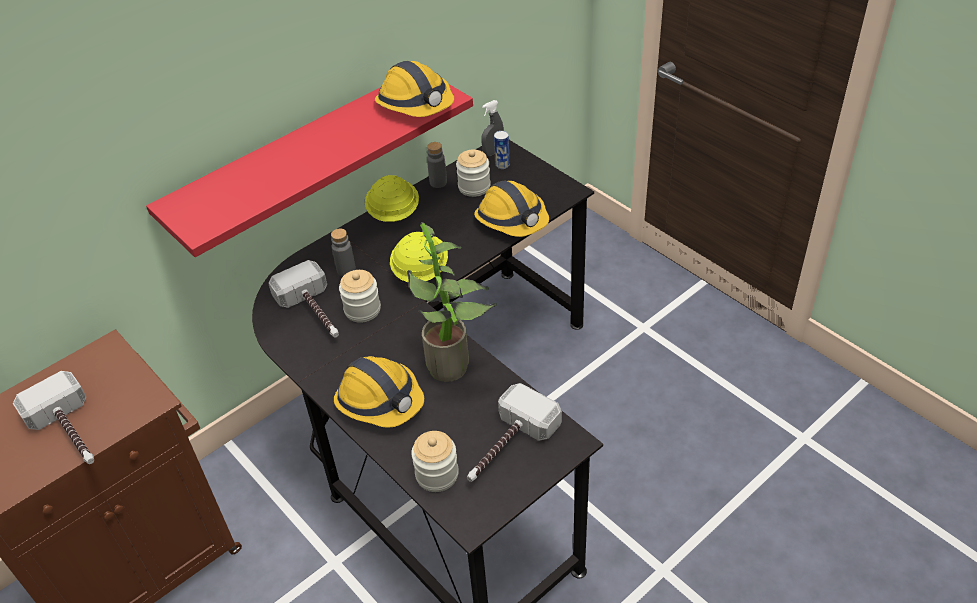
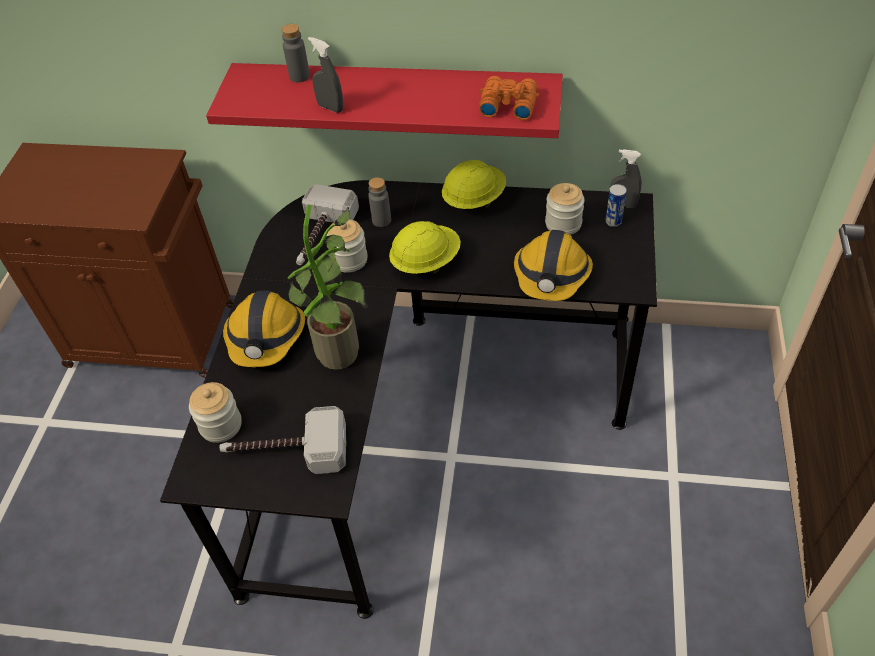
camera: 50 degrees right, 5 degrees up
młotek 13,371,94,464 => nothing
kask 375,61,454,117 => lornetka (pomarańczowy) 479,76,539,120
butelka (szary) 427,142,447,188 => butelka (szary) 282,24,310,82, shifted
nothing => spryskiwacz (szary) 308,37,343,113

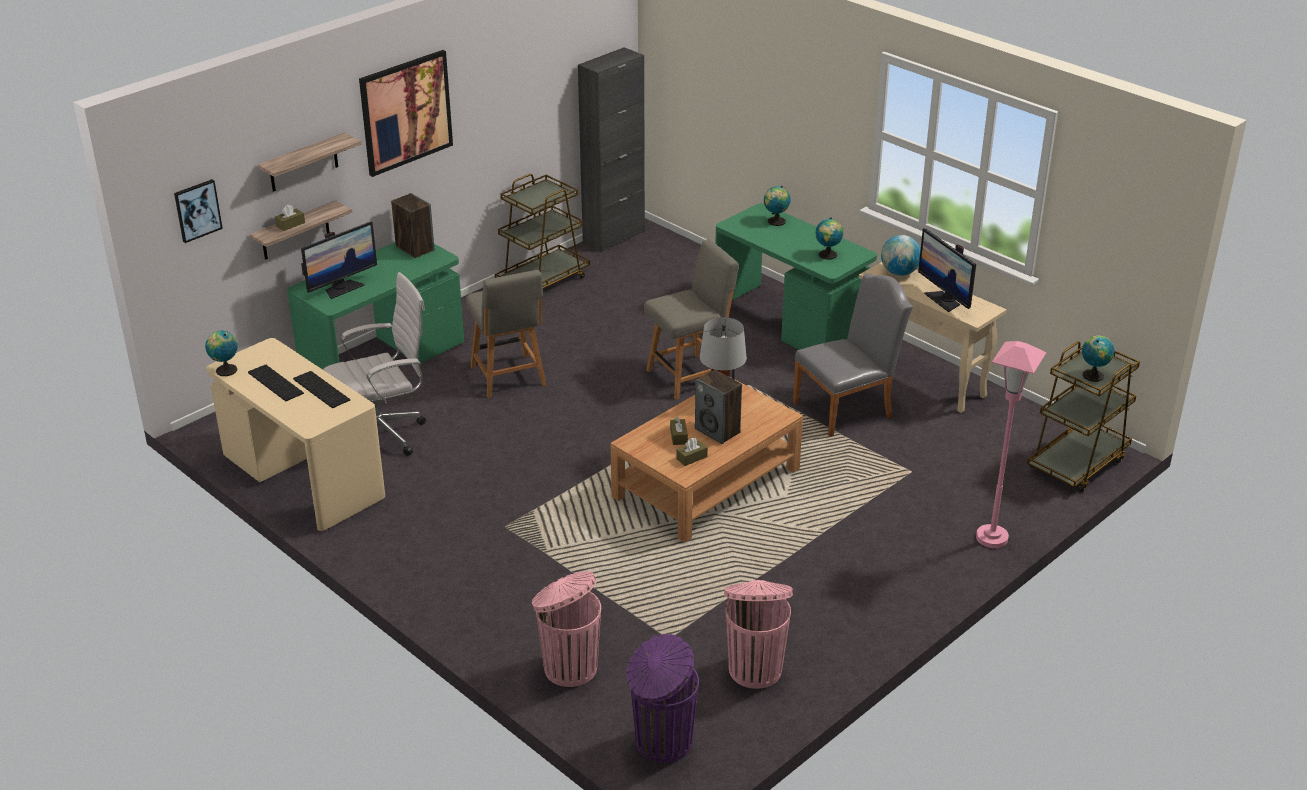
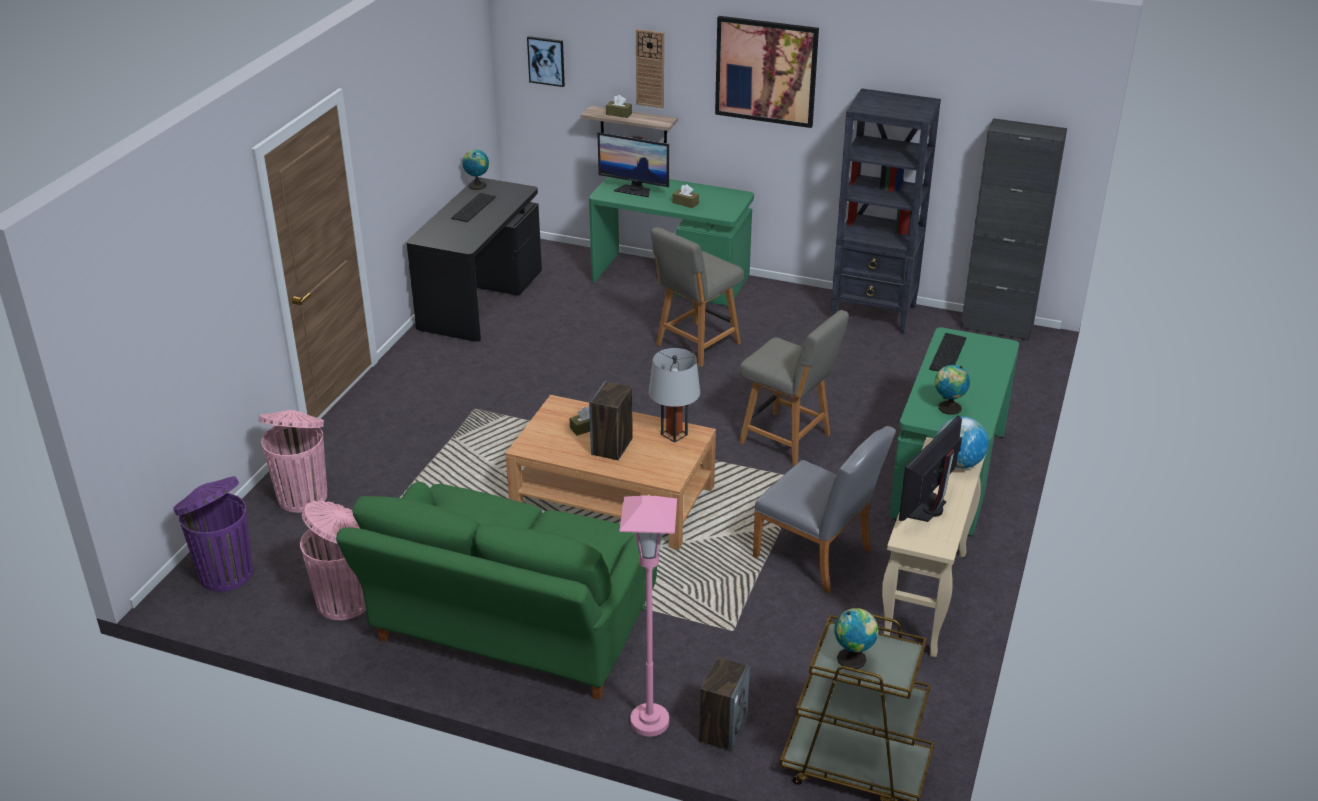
camera: 65 degrees right, 0 degrees up
biurko (beżowy) 206,338,385,531 => biurko (czarny) 406,178,542,342
półka 258,133,361,192 => zegar ścienny 636,29,664,108
klawiatura 293,371,350,408 => klawiatura 929,333,966,372, shifted
krzesło biurowe (biały) 323,272,426,456 => nothing
głośnik 391,193,435,258 => głośnik 699,657,750,752, shifted
wózek (brązowy) 495,174,590,291 => regał (czarny) 832,88,941,334
pudełko chusteczek (brązowy) 676,438,708,466 => pudełko chusteczek (brązowy) 672,184,699,208, shifted
globus 764,186,791,226 => nothing
nothing => kanapa (zielony) 336,482,657,700

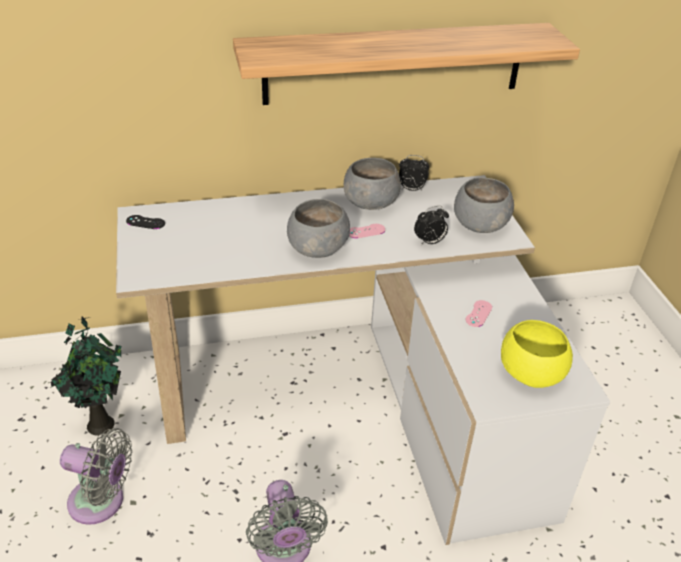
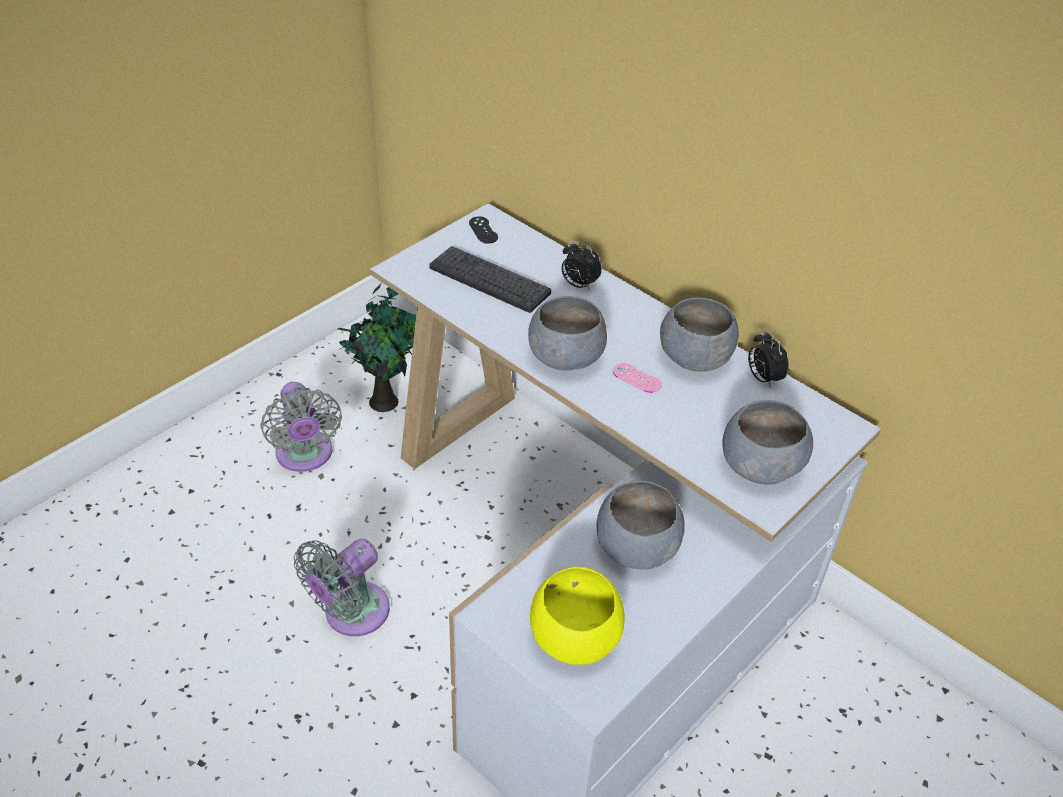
camera: 55 degrees right, 5 degrees up
półka 233,23,580,105 => nothing
budzik 414,206,449,245 => budzik 561,241,602,291, shifted
pad do gier (różowy) 466,300,492,327 => miska (szary) 597,481,685,570
nothing => klawiatura 429,246,551,313

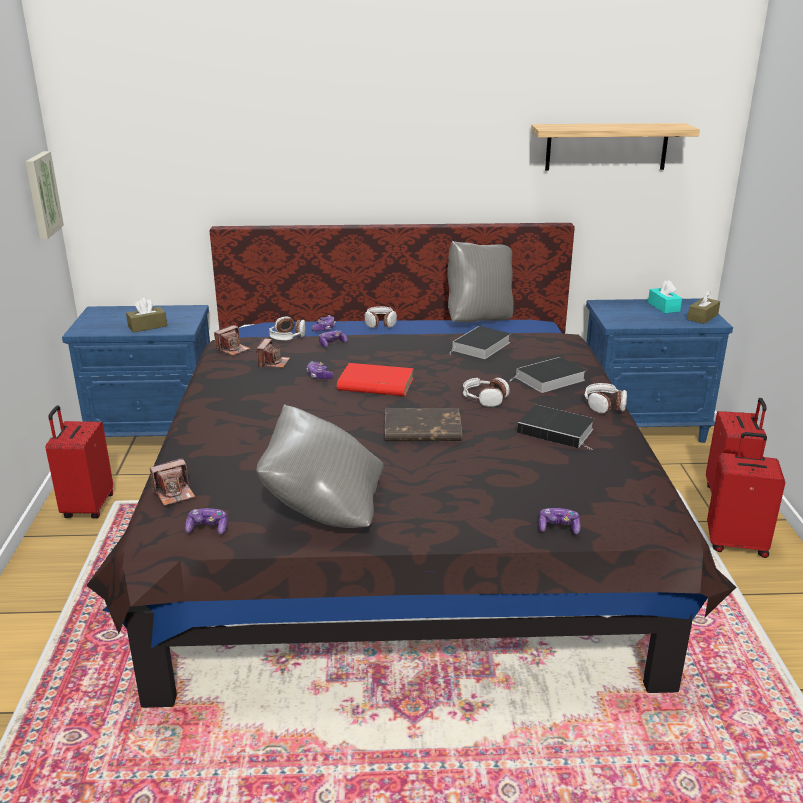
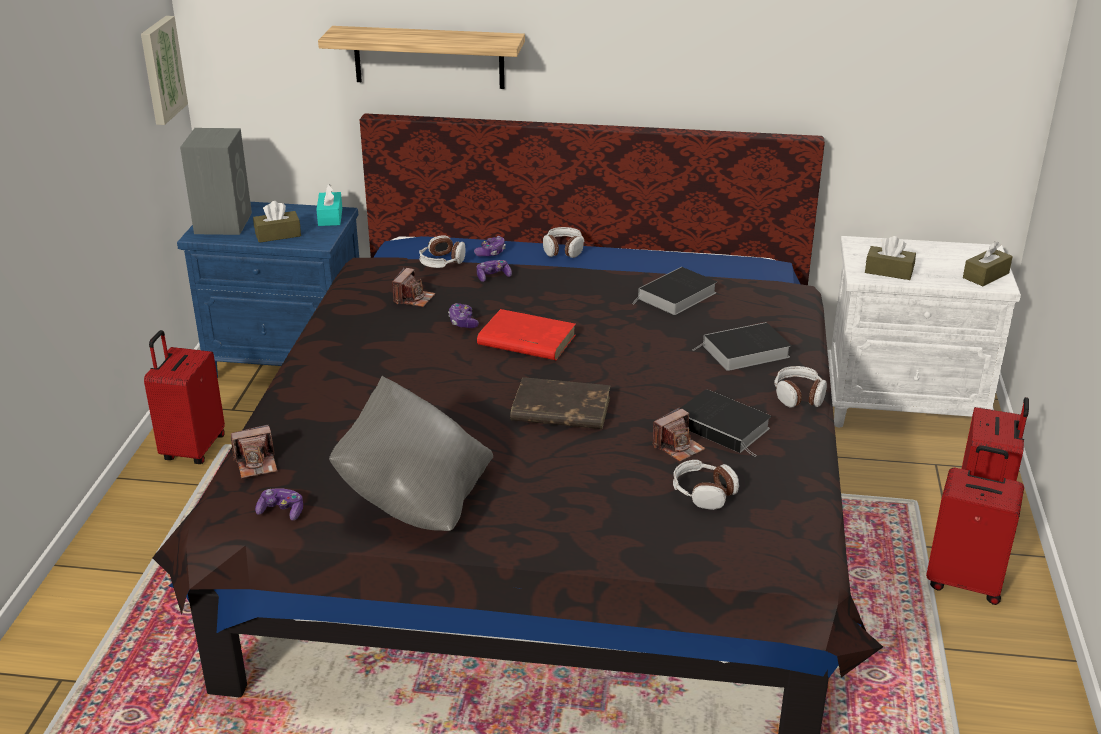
camera: 10 degrees right, 5 degrees up
aparat fotograficzny 214,325,251,356 => aparat fotograficzny 653,408,706,462, shifted
poduszka (szary) 447,241,514,322 => nothing
słuchawki 463,378,510,407 => słuchawki 673,460,739,510, shifted
półka 531,123,700,171 => półka 318,26,525,89, shifted
pad do gier 539,508,580,534 => nothing
szafka nocna (niebieski) 586,298,733,443 => szafka nocna (biały) 827,236,1021,427
pudełko chusteczek (turkusowy) 648,280,682,313 => pudełko chusteczek (turkusowy) 316,184,342,226, shifted
nothing => głośnik (szary) 180,128,252,235
nothing => pudełko chusteczek (brązowy) 865,236,916,280

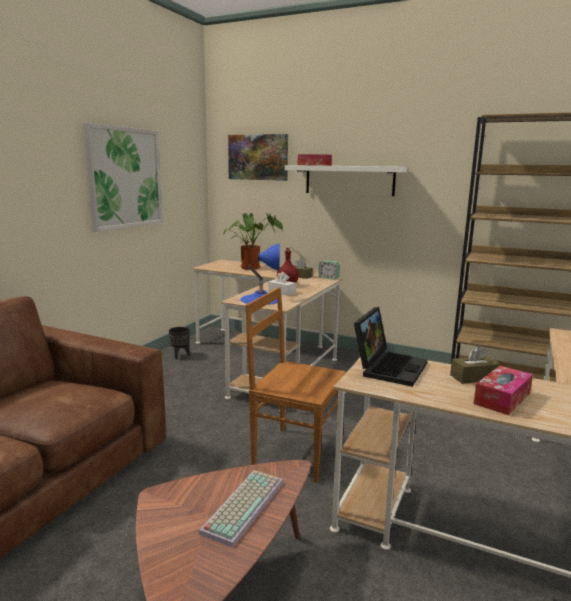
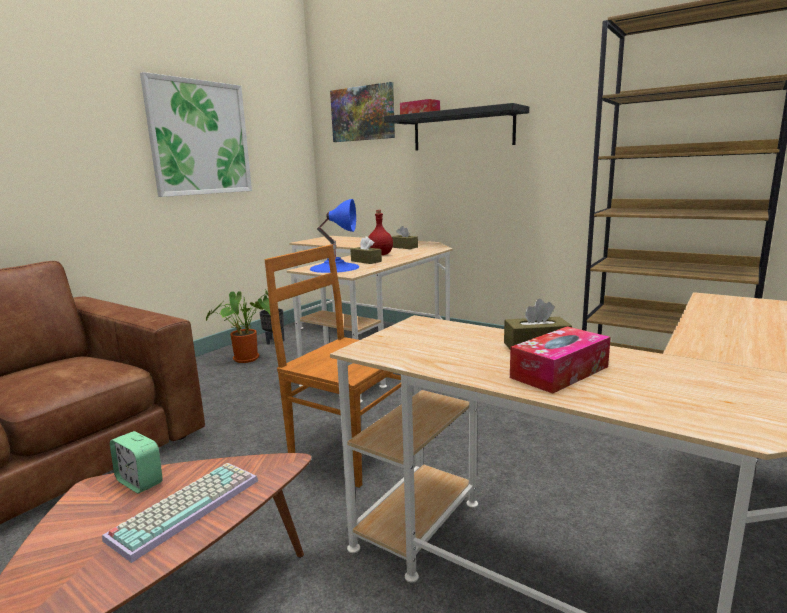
camera: 10 degrees right, 0 degrees up
roślina doniczkowa 222,213,283,270 => roślina doniczkowa 206,289,270,363, shifted
pudełko chusteczek (biały) 268,272,295,295 => pudełko chusteczek (brązowy) 350,236,382,264
półka (biały) 285,165,407,196 => półka (czarny) 384,103,529,151
budzik 319,260,339,280 => budzik 110,431,163,494, shifted
laptop 354,307,428,387 => nothing

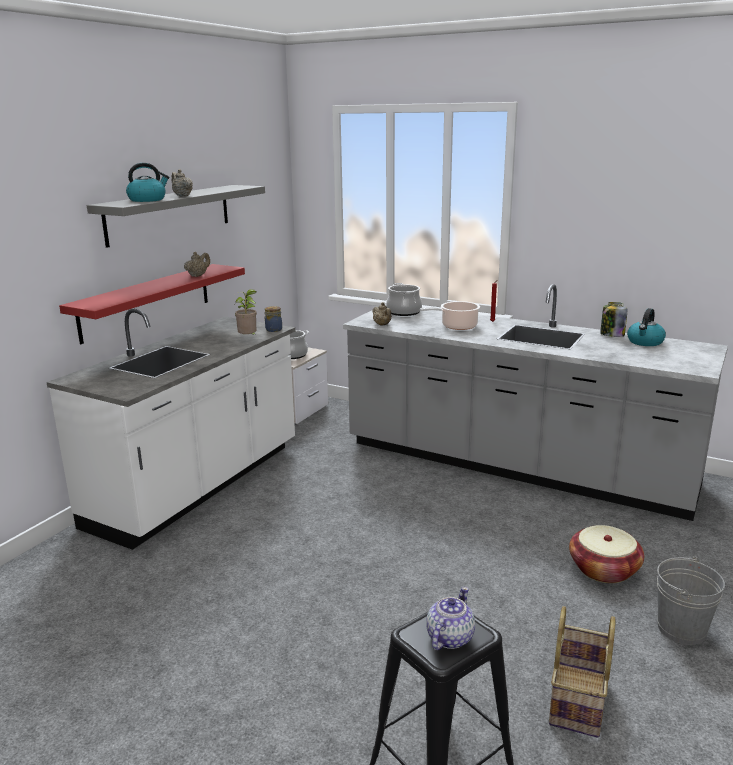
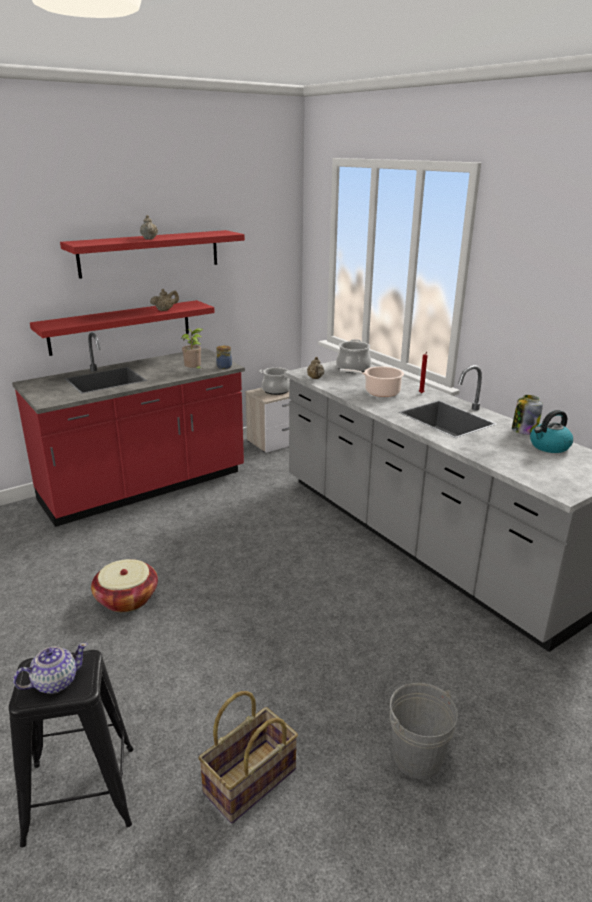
camera: 25 degrees right, 5 degrees up
zabudowa kuchenna (biały) 47,309,295,550 => zabudowa kuchenna (czerwony) 12,332,245,527
półka (szary) 87,185,265,248 => półka (czerwony) 60,230,245,279
czajnik 126,163,169,202 => nothing
koszyk 569,525,644,583 => koszyk 91,559,158,612, shifted

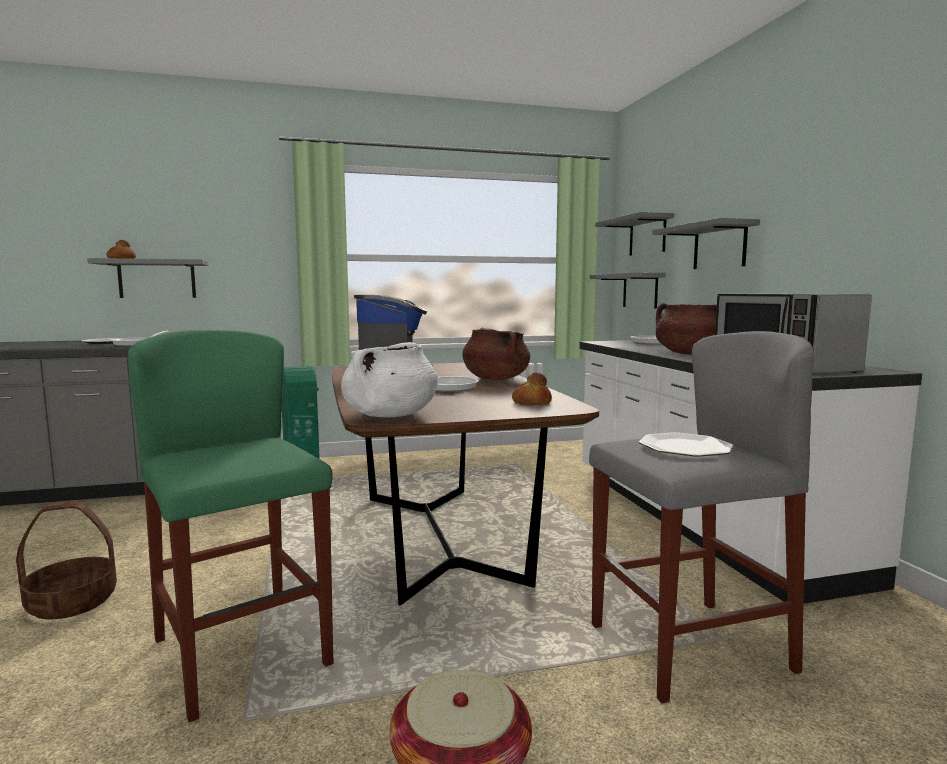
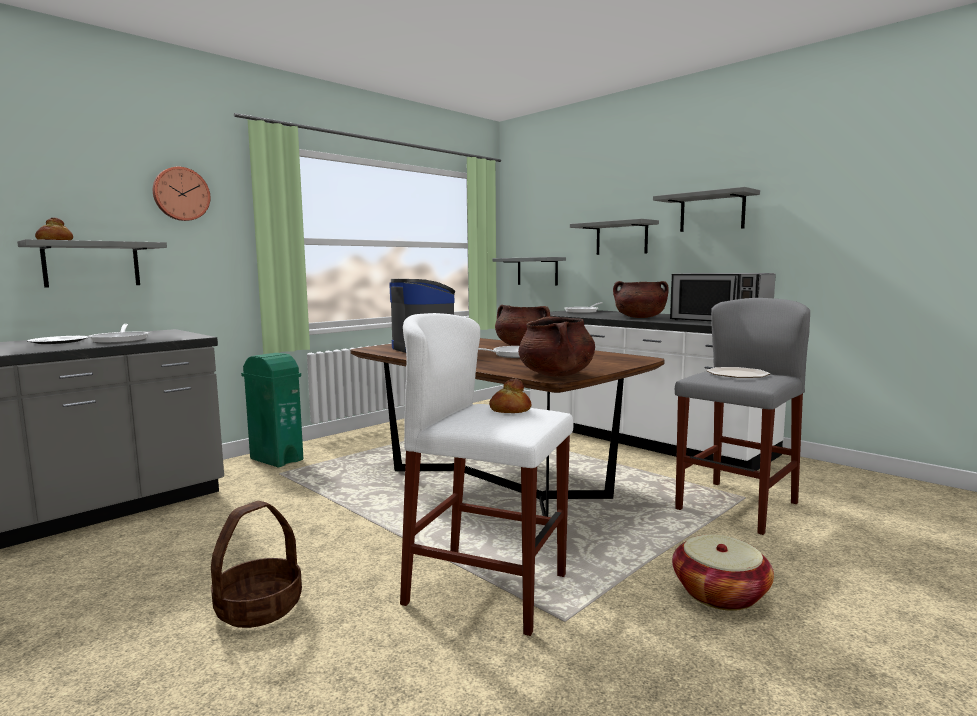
camera: 30 degrees left, 0 degrees up
stołek (zielony) 128,330,334,723 => stołek (biały) 400,313,573,636
garnek (biały) 341,342,438,417 => garnek (brązowy) 518,316,595,376
chleb 512,372,552,405 => chleb 489,379,532,413, shifted
półka (szary) 595,212,674,256 => półka (szary) 653,187,760,232, shifted
nothing => zegar ścienny 153,167,210,221

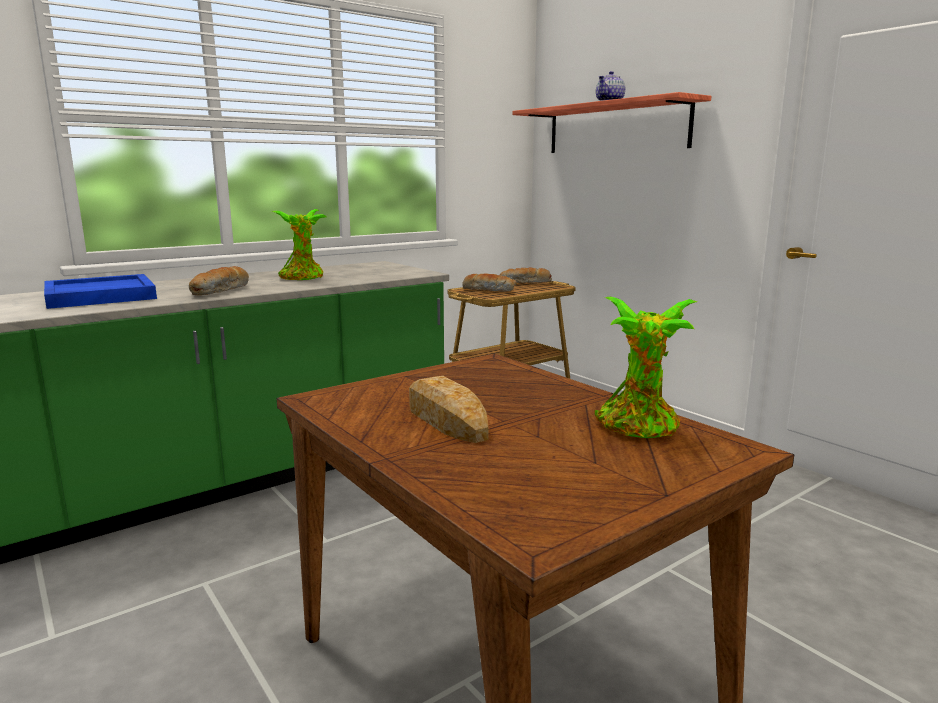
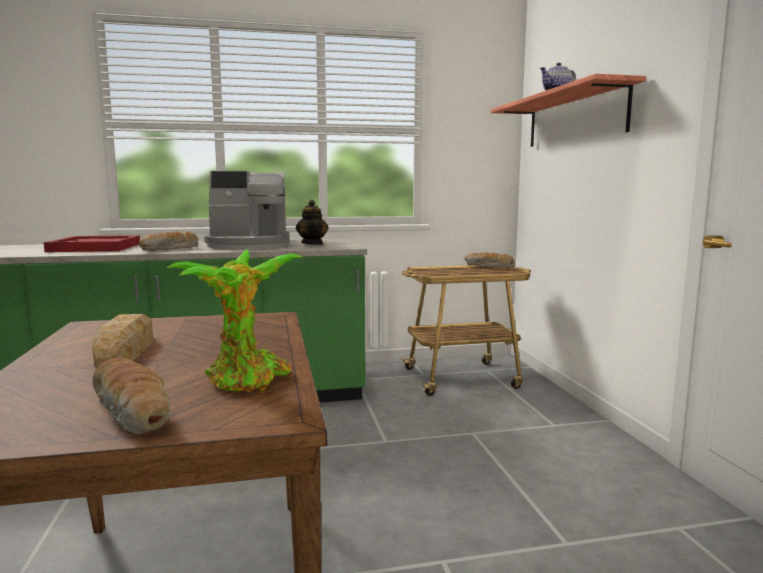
camera: 25 degrees right, 5 degrees down
taca (niebieski) 44,274,157,309 => taca (czerwony) 44,235,140,252
roślina doniczkowa 272,209,327,280 => ekspres do kawy 204,171,290,250
chleb 462,273,517,292 => chleb 92,357,170,434, shifted
nothing => imbryk 296,200,328,245

